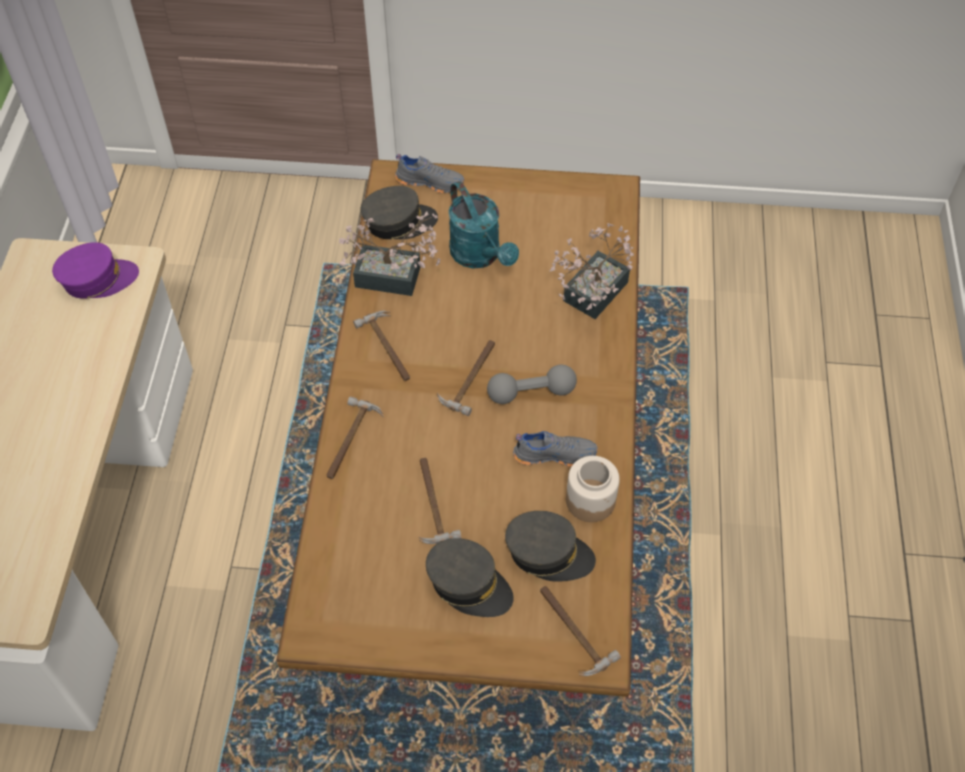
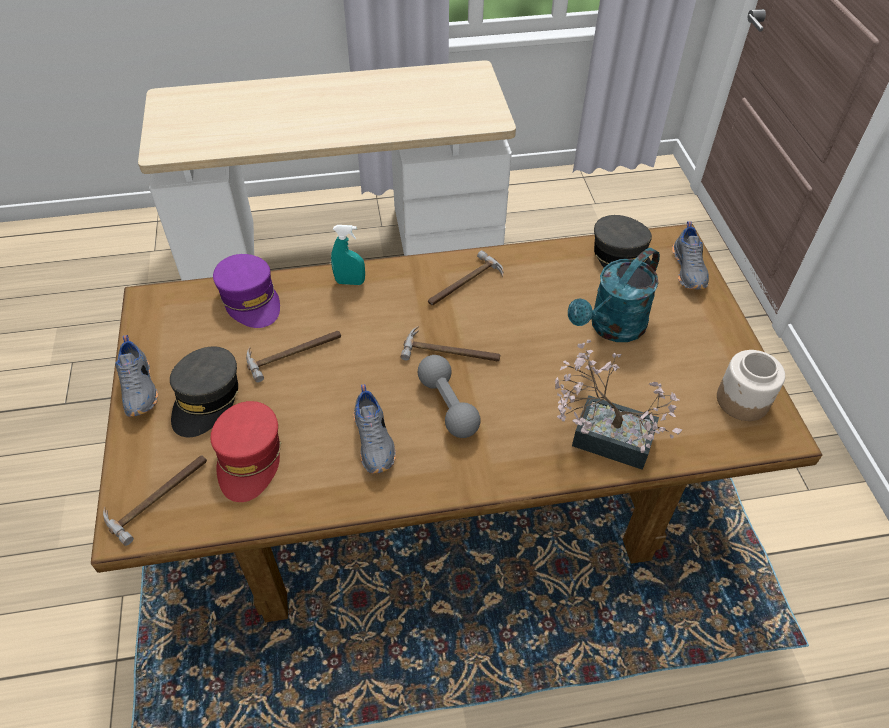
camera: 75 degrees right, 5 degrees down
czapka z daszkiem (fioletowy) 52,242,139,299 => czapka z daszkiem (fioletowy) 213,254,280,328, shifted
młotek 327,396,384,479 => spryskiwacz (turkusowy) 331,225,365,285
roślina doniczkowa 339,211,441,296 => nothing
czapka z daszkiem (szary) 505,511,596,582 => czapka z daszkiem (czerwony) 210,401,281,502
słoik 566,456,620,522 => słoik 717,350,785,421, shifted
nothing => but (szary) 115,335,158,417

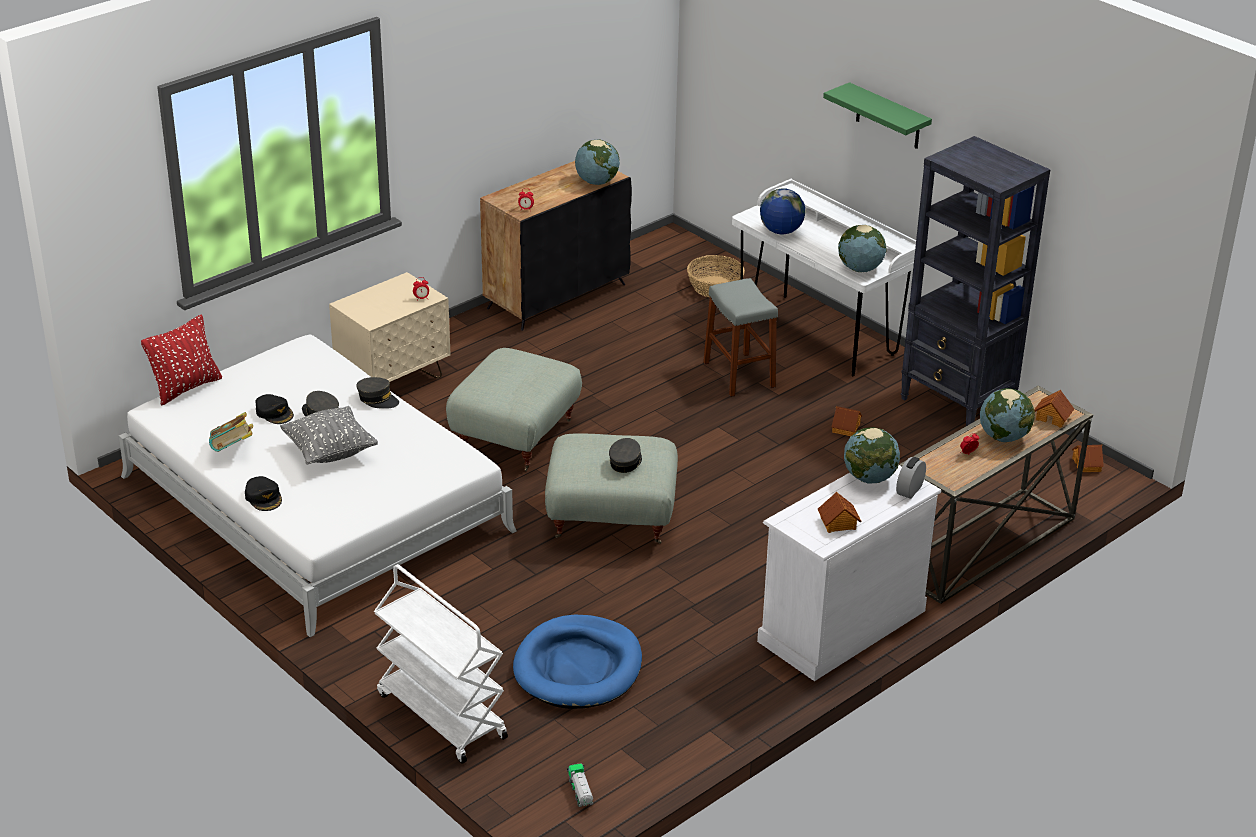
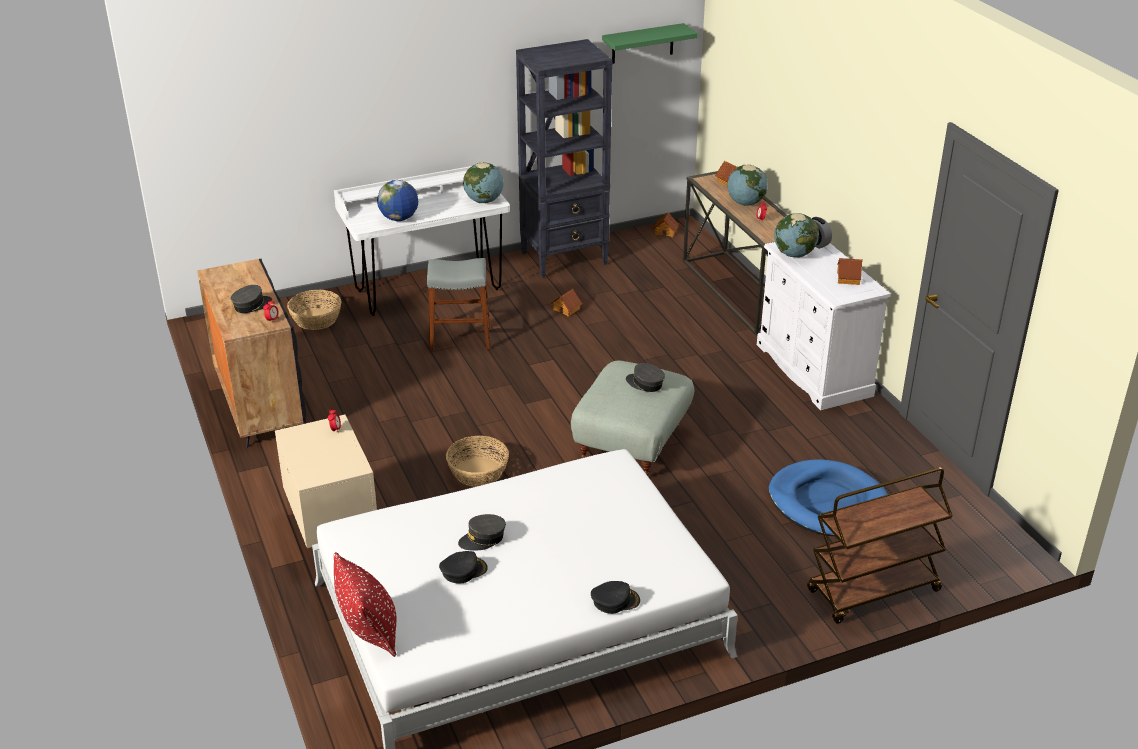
camera: 70 degrees left, 0 degrees up
książka 209,412,253,452 => nothing
poduszka (szary) 280,406,378,465 => nothing
czapka z daszkiem (szary) 356,377,399,409 => czapka z daszkiem (szary) 231,285,272,313, shifted
wózek (biały) 374,564,508,764 => wózek (brązowy) 807,467,953,624
pufa (szary) 446,348,582,471 => koszyk 446,436,509,487
ciężarówka zabawkowa 567,763,593,807 => nothing
globus 575,139,620,185 => nothing
półka (zielony) 823,82,932,149 => półka (zielony) 602,23,698,64, shifted

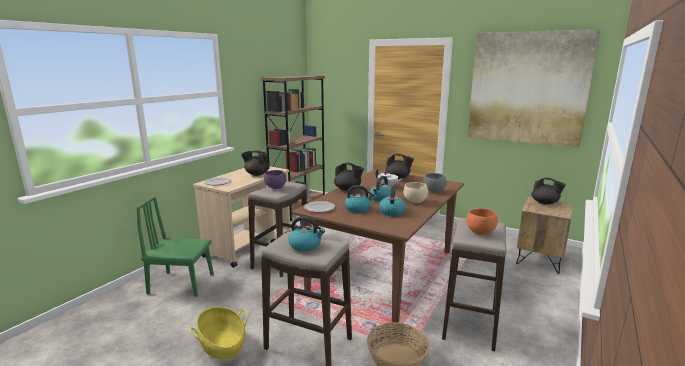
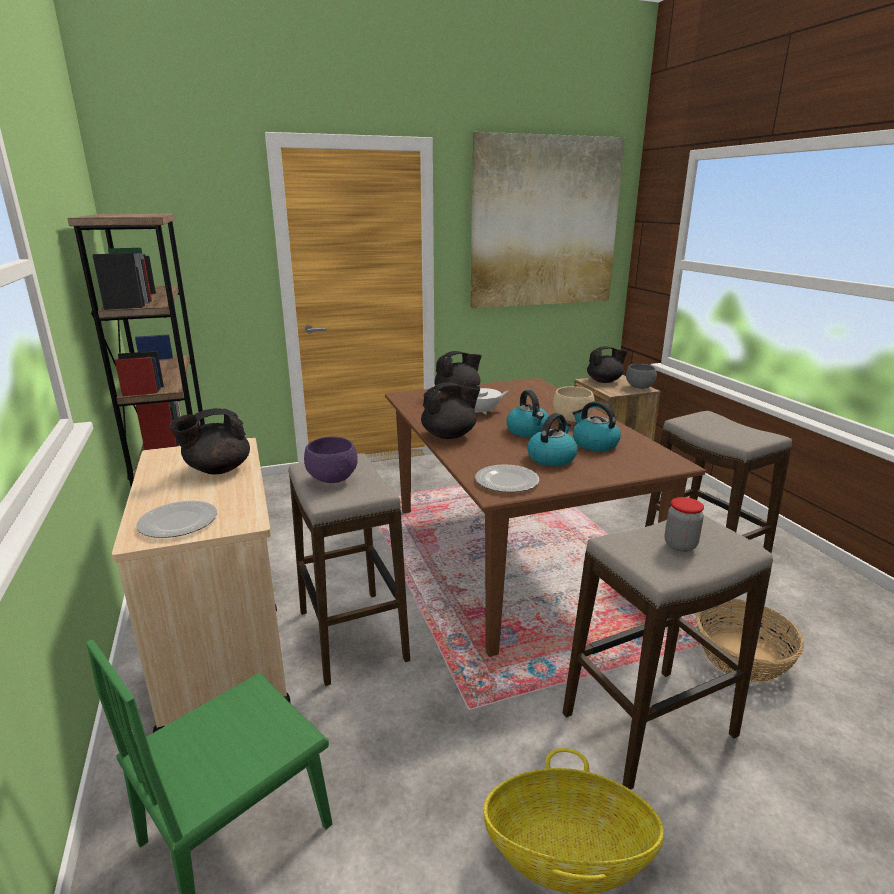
camera: 50 degrees left, 5 degrees up
czajnik 288,216,325,252 => słoik 665,497,704,552
miska (szary) 424,173,447,193 => miska (szary) 626,364,657,389, shifted
miska (pomarańczowy) 466,208,498,235 => nothing

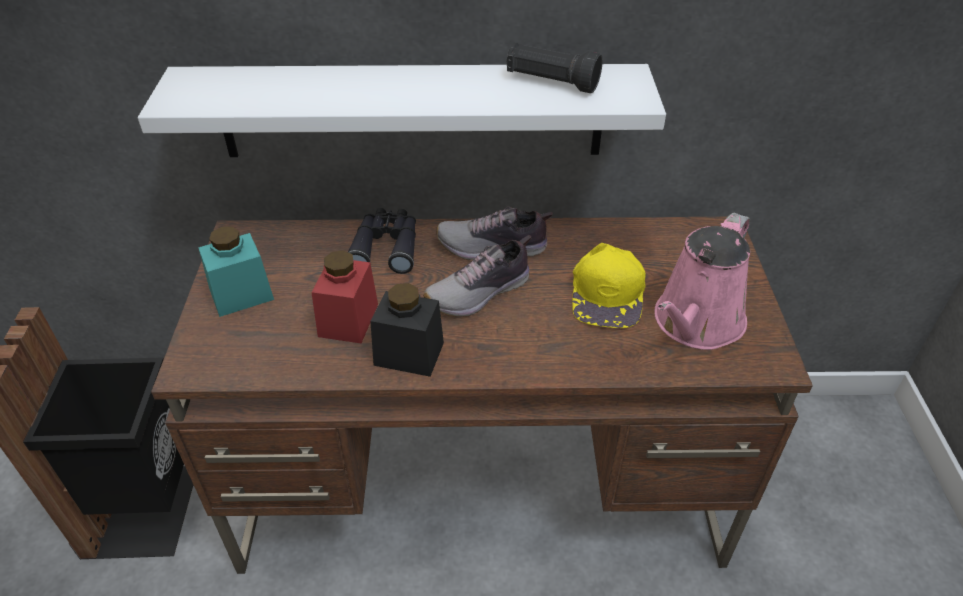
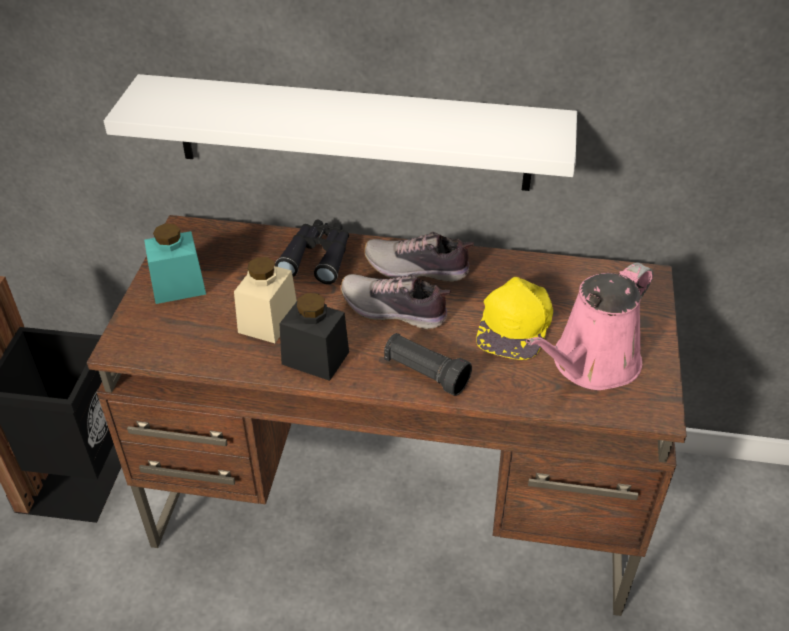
camera: 10 degrees right, 0 degrees up
słoik (czerwony) 311,250,378,343 => słoik (beżowy) 234,257,297,343
but 423,235,532,317 => but 341,274,451,329, 45 degrees clockwise
latarka (czarny) 507,42,603,93 => latarka (czarny) 384,333,472,396, shifted

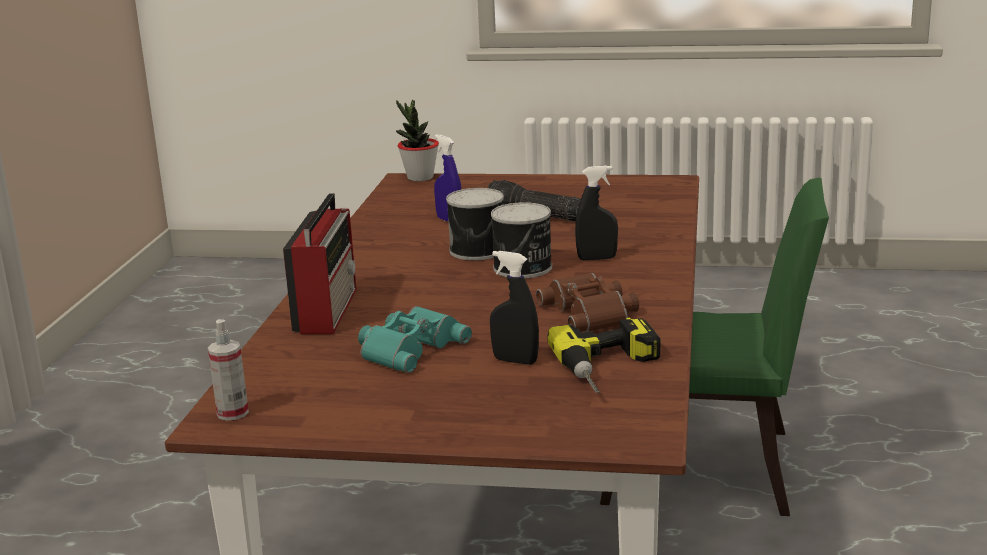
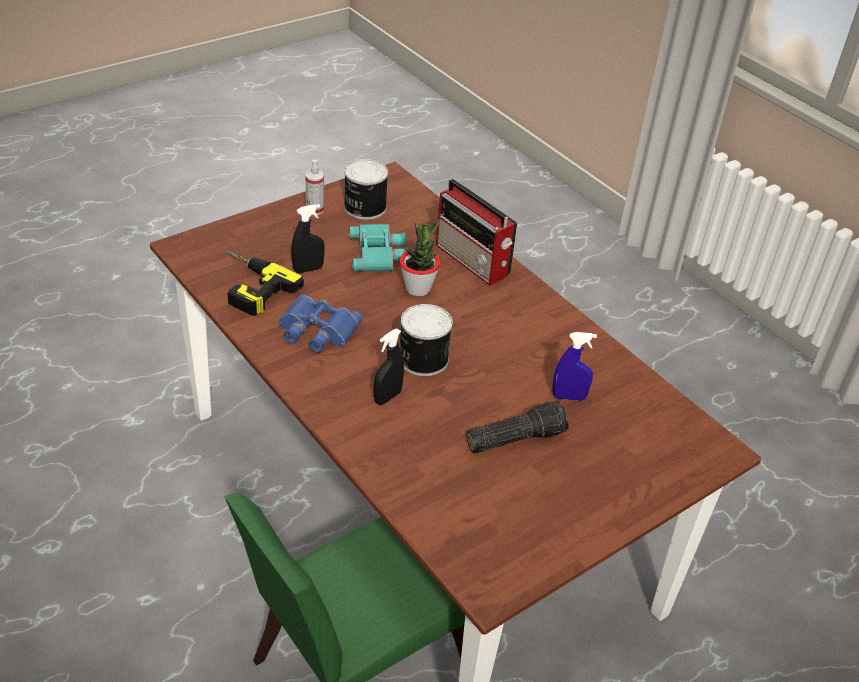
camera: 130 degrees right, 20 degrees up
spryskiwacz 208,319,249,421 => spryskiwacz 306,160,324,215, shifted
roślina doniczkowa 396,100,439,181 => roślina doniczkowa 400,219,441,296, shifted
puszka 446,188,504,261 => puszka 344,159,388,220, shifted
lornetka (brązowy) 536,273,639,332 => lornetka (niebieski) 279,294,362,353

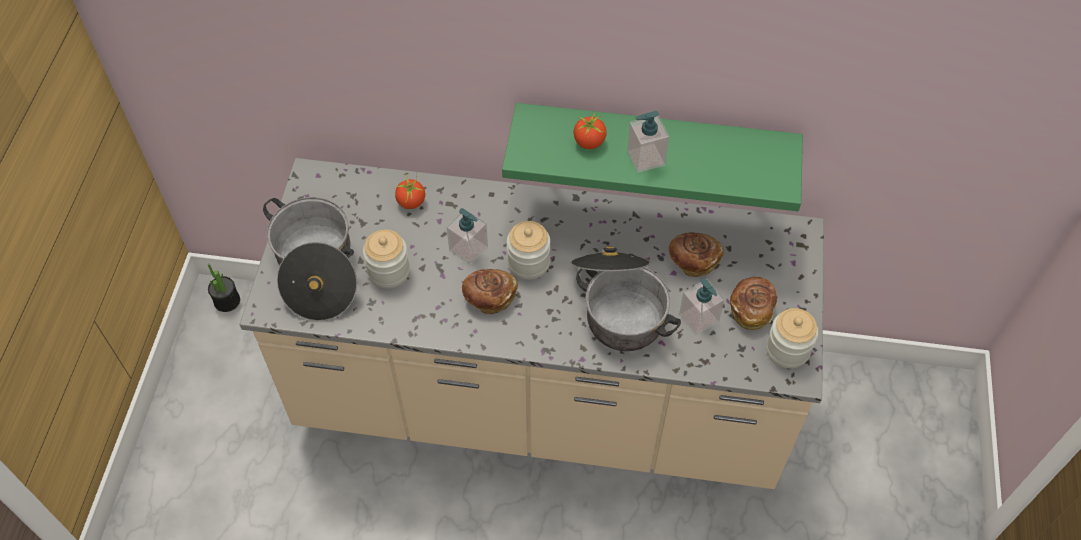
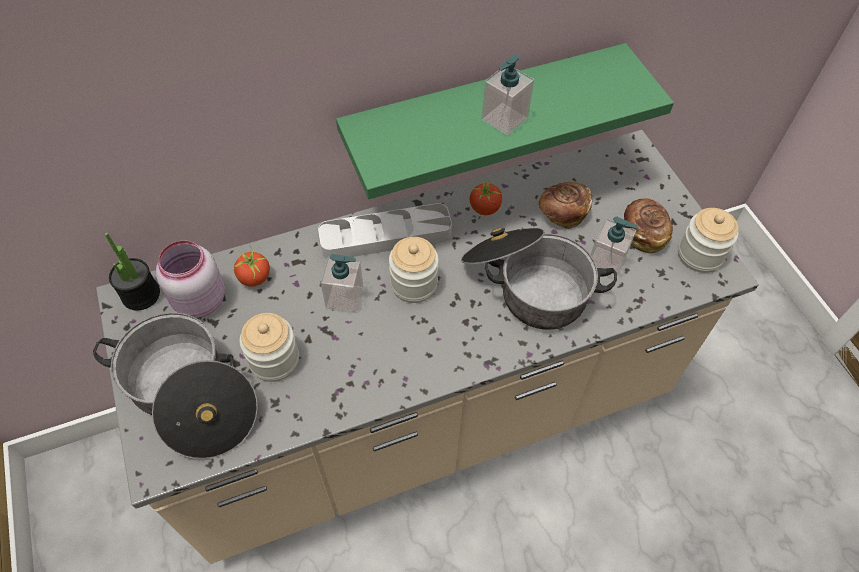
camera: 30 degrees left, 0 degrees up
roślina doniczkowa 208,264,240,312 => roślina doniczkowa 105,233,160,310, shifted
chleb 462,269,518,315 => nothing
pomidor 574,114,607,149 => pomidor 470,180,502,215, shifted
nothing => słoik (różowy) 156,240,225,318
nothing => taca (szary) 318,203,452,259

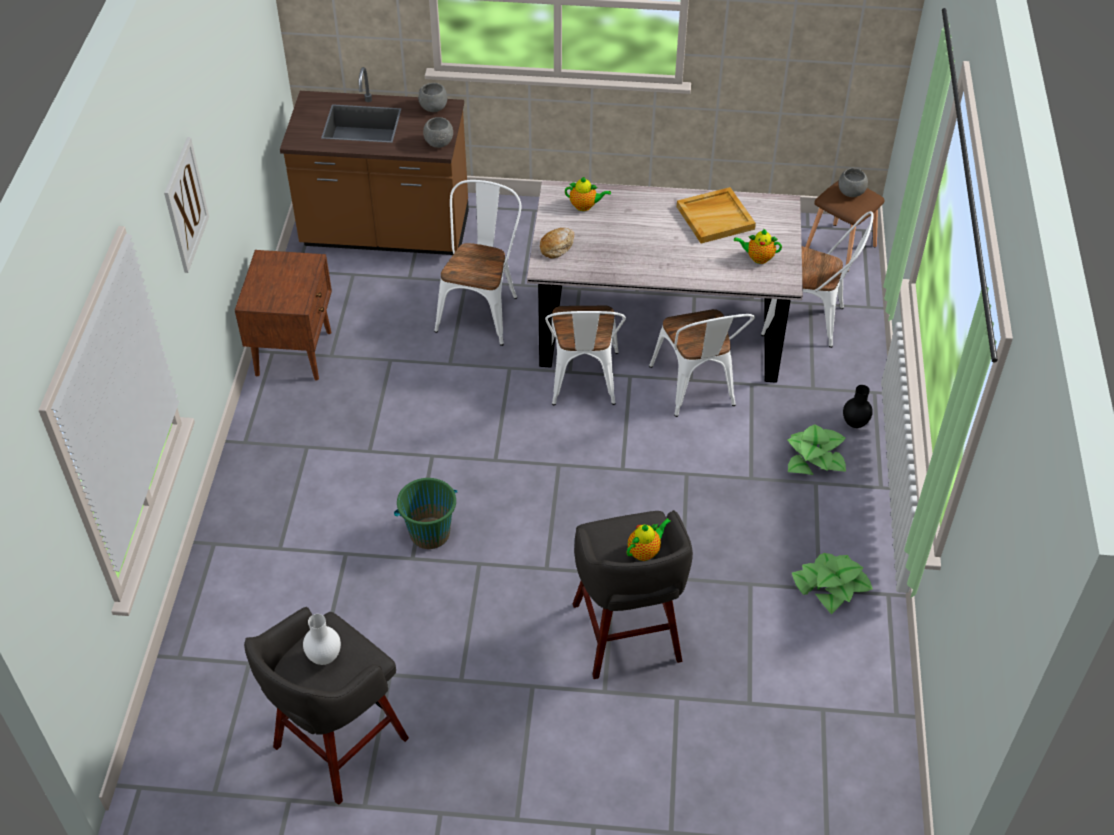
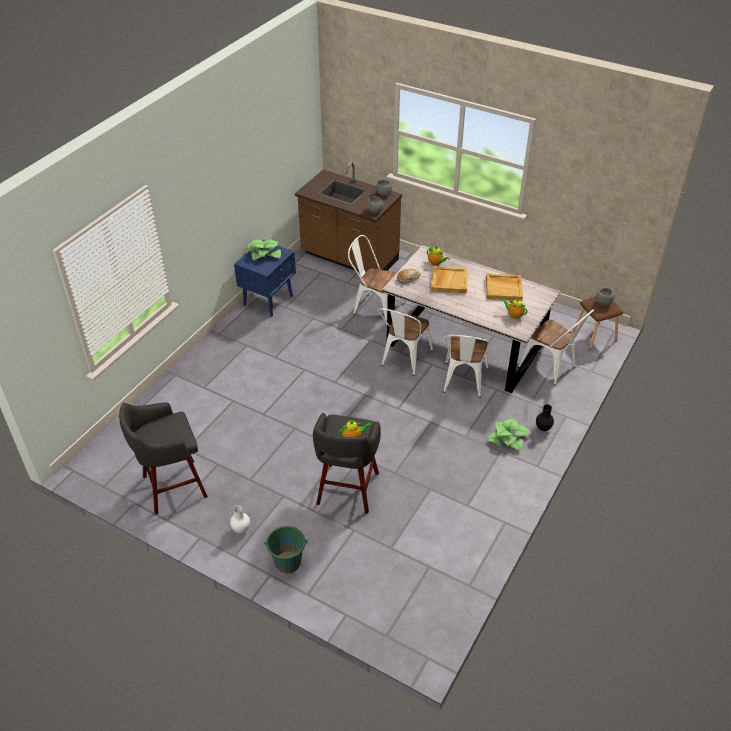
camera: 25 degrees right, 5 degrees down
obraz 164,137,209,273 => nothing
szafka nocna (brązowy) 235,250,332,380 => szafka nocna (niebieski) 234,240,296,317
wazon (biały) 303,614,341,665 => wazon (biały) 230,505,250,533, shifted
wiadro (zielony) 394,478,458,549 => wiadro (zielony) 264,526,308,573, shifted
krzesło (biały) 434,180,522,346 => krzesło (biały) 348,235,404,326, 105 degrees counterclockwise
roślina doniczkowa 792,553,873,614 => roślina doniczkowa 247,239,281,261, shifted
nothing => taca (beżowy) 432,266,467,293

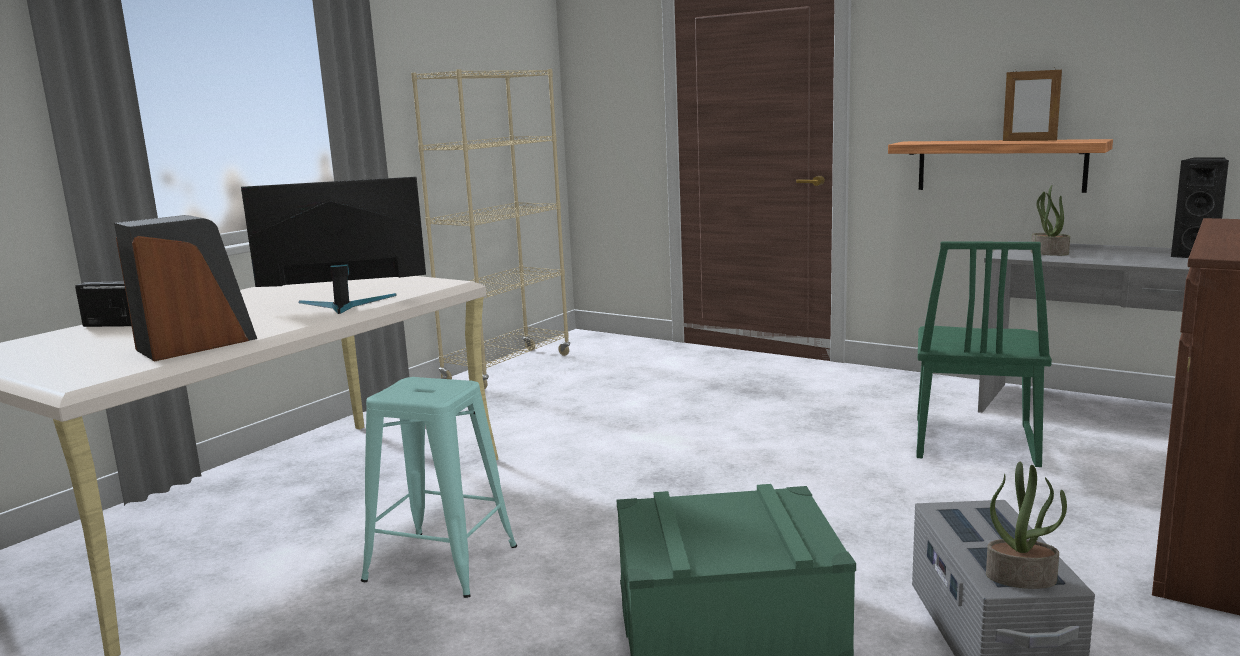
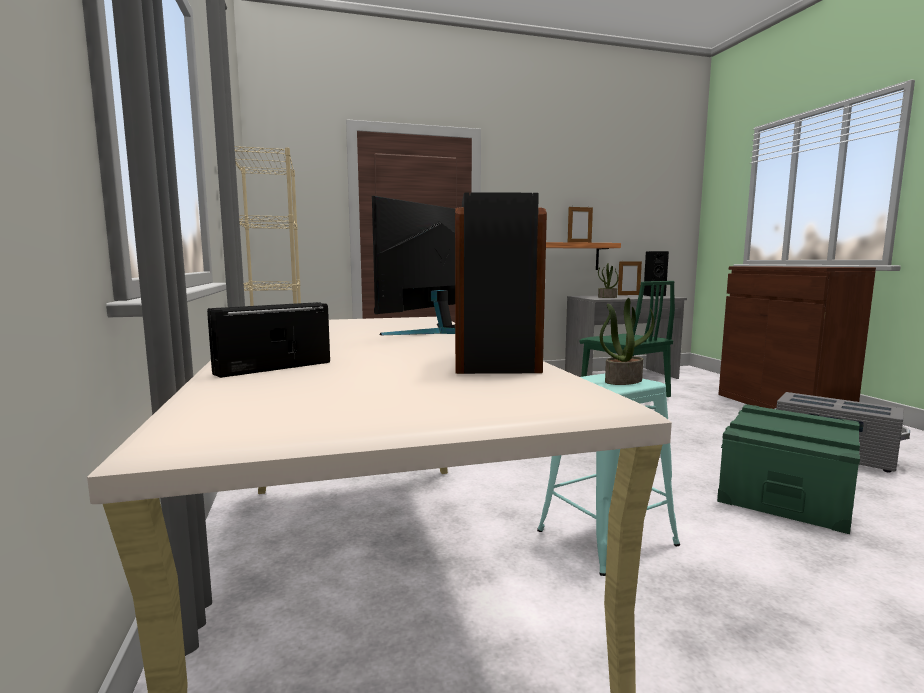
camera: 50 degrees left, 5 degrees down
roślina doniczkowa 986,462,1067,589 => roślina doniczkowa 600,298,654,385, shifted
nothing => ramka na zdjęcie 618,260,642,295

